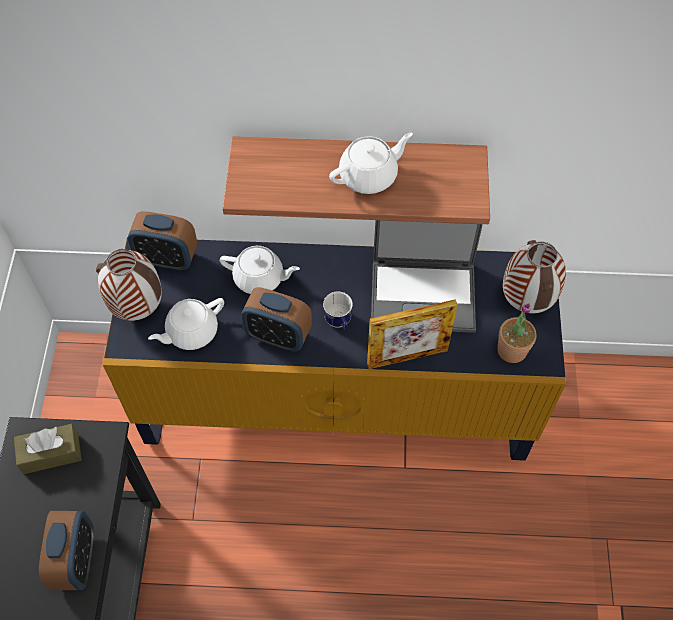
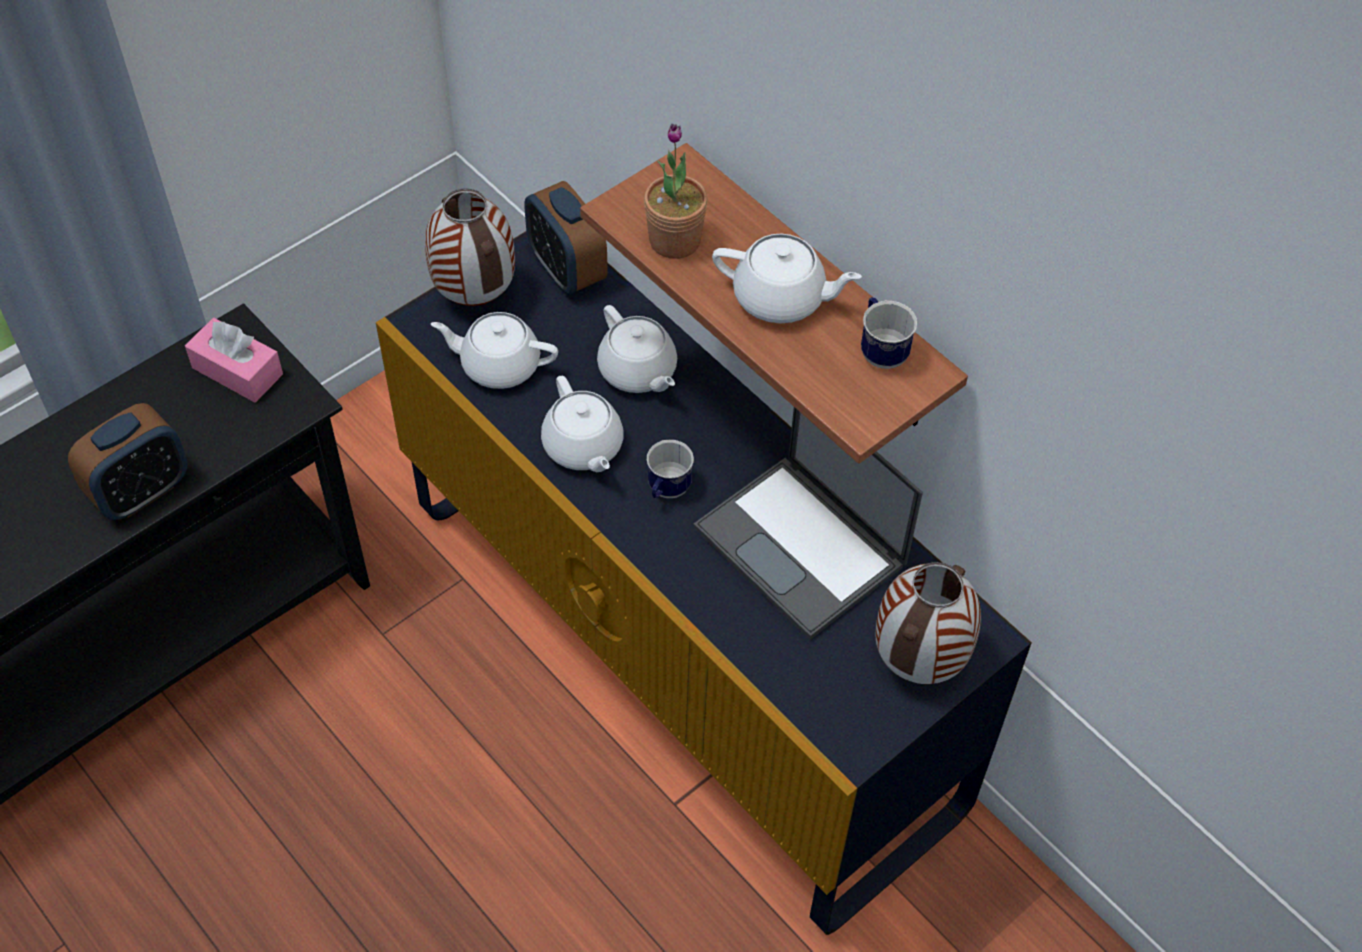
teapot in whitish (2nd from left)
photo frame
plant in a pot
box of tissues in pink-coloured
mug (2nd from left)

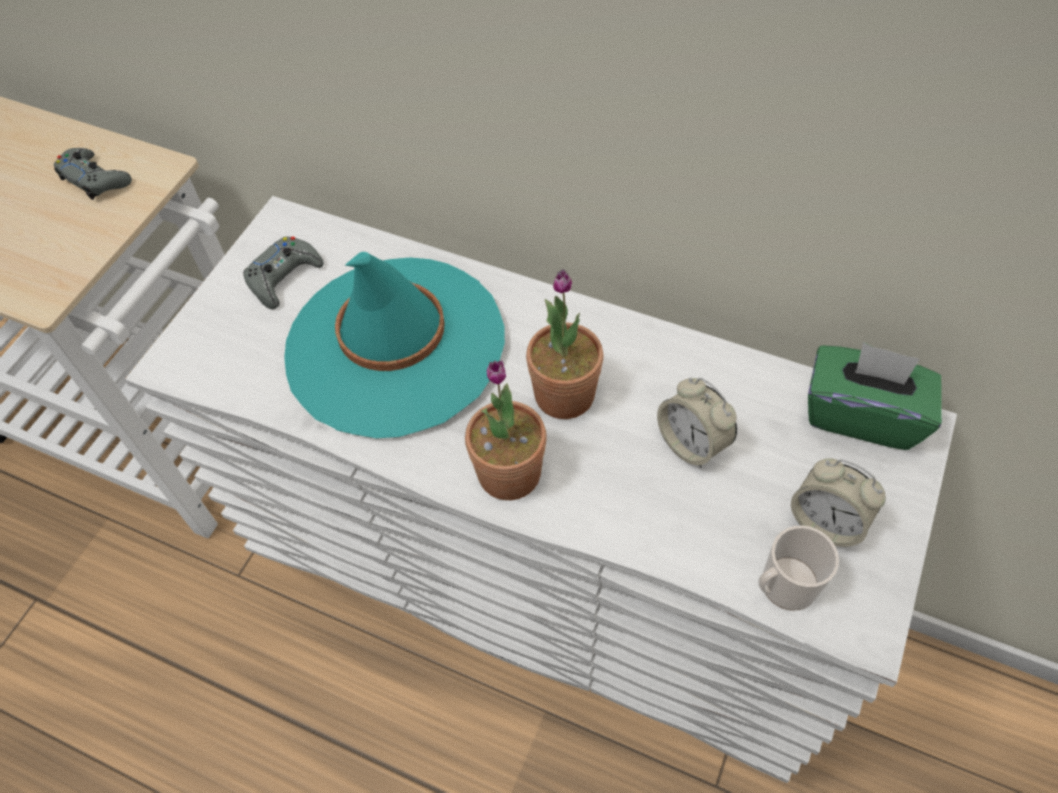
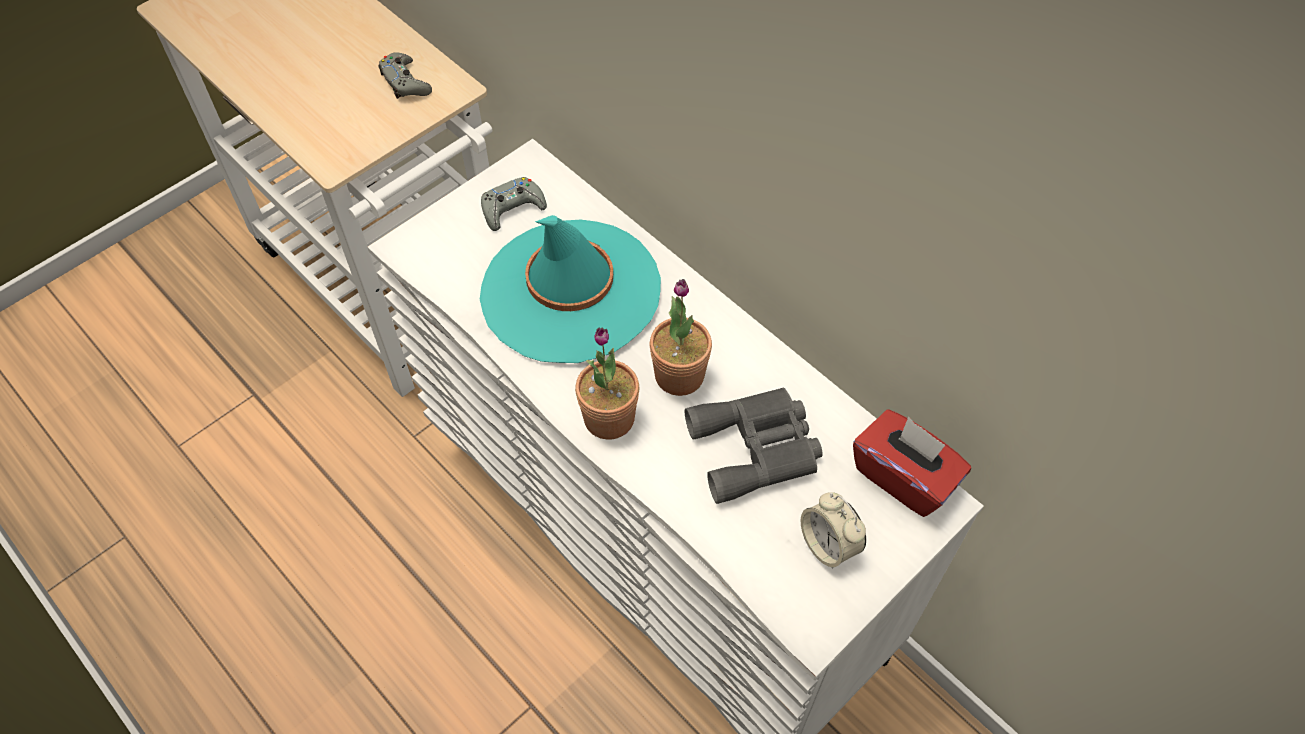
box of tissues in red
pair of binoculars in greyish
mug

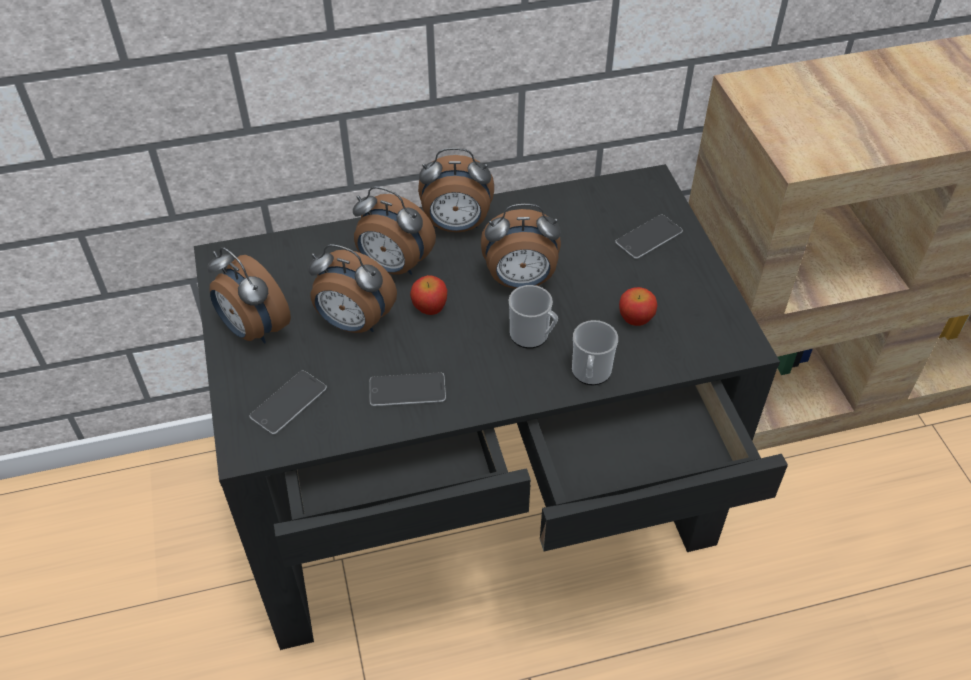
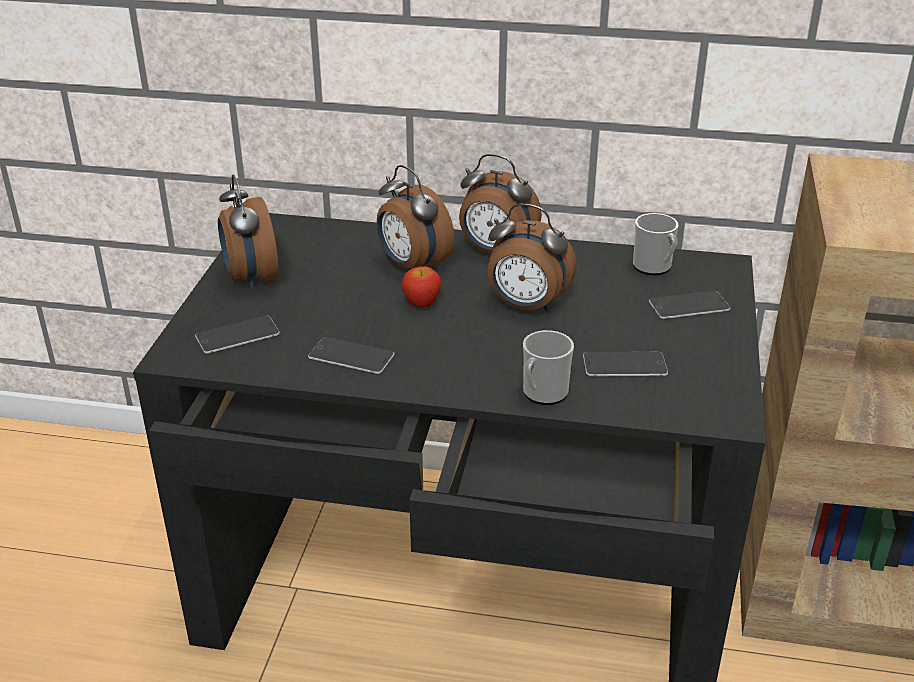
table clock (2nd from left in the first image)
mug (2nd from left)
telephone (3rd from left)

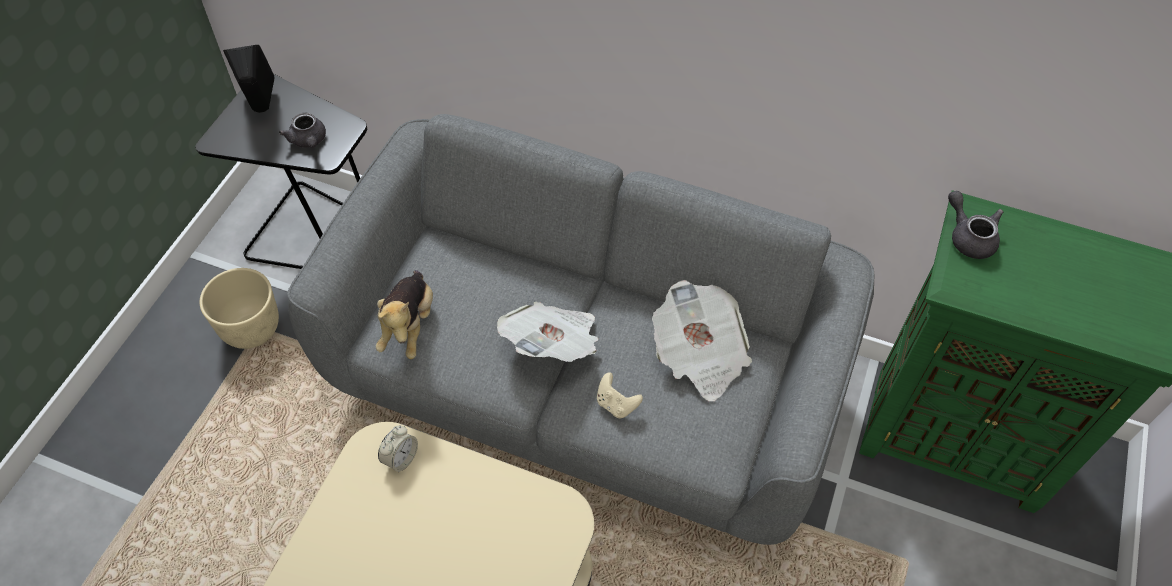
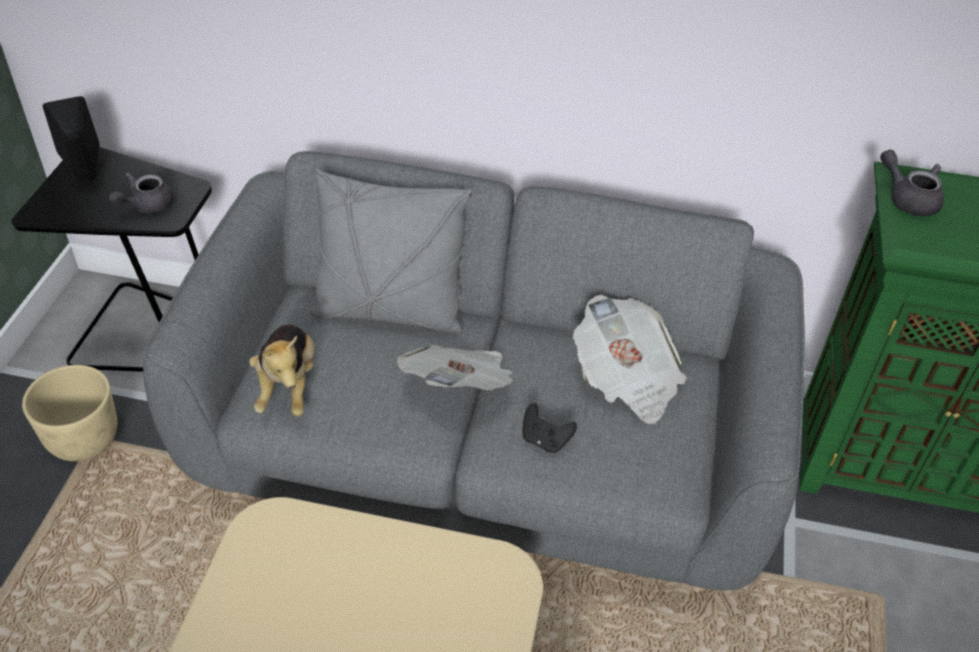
teapot in greyish (1st from left)
joypad in blackish
table clock
pillow in greyish

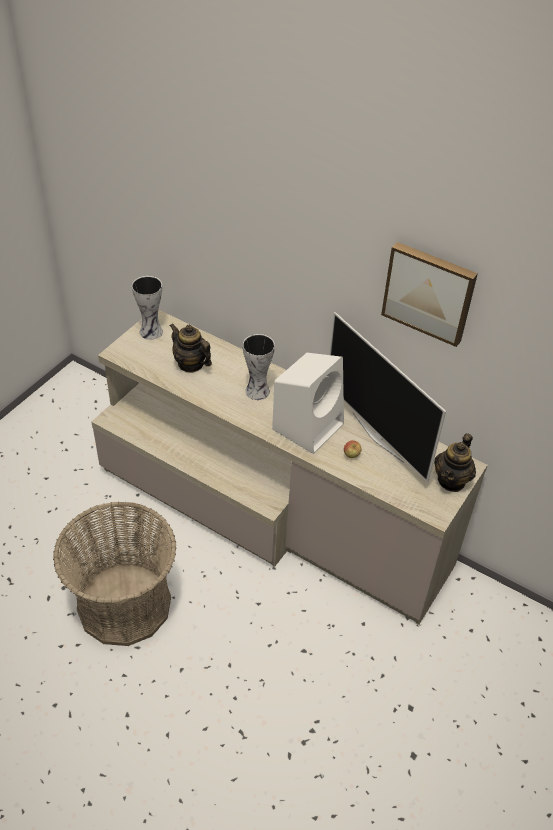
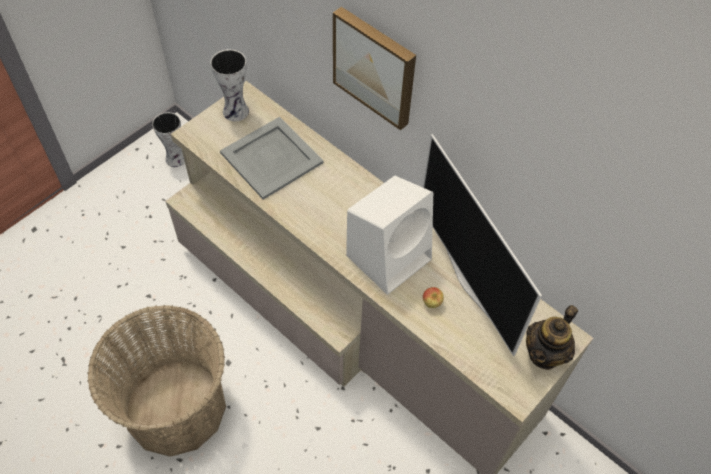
wall art
serving tray in greyish
flower vase (1st from left)

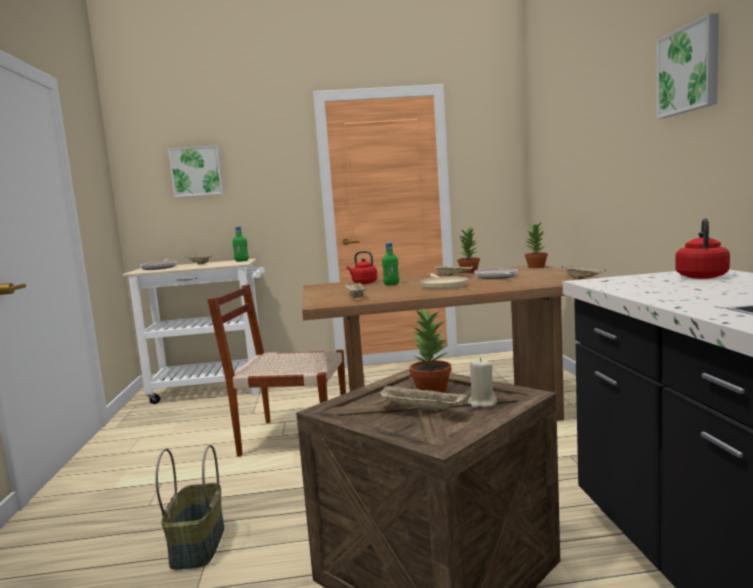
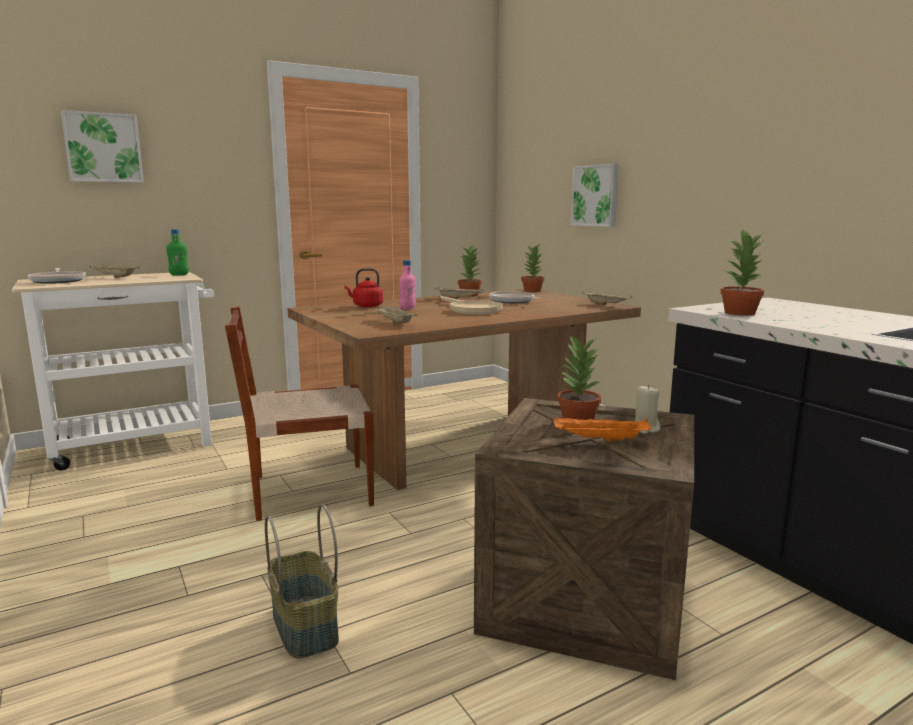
wall art (2nd from left)
water kettle in red (2nd from left in the first image)
drink bottle in pink-coloured
serving tray in orange-coloured
plant in a pot (4th from left)

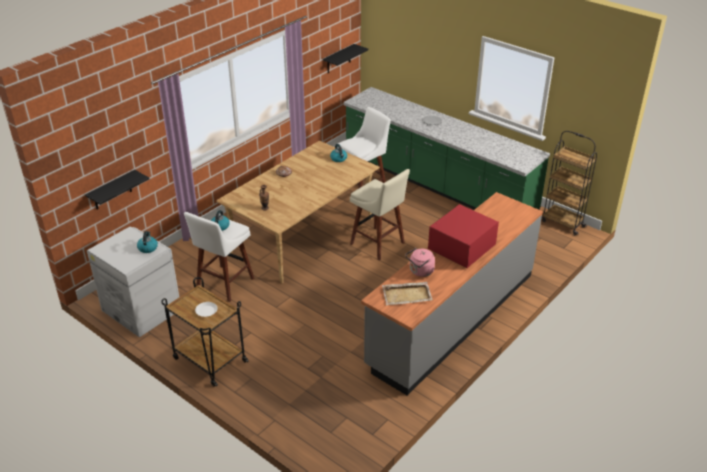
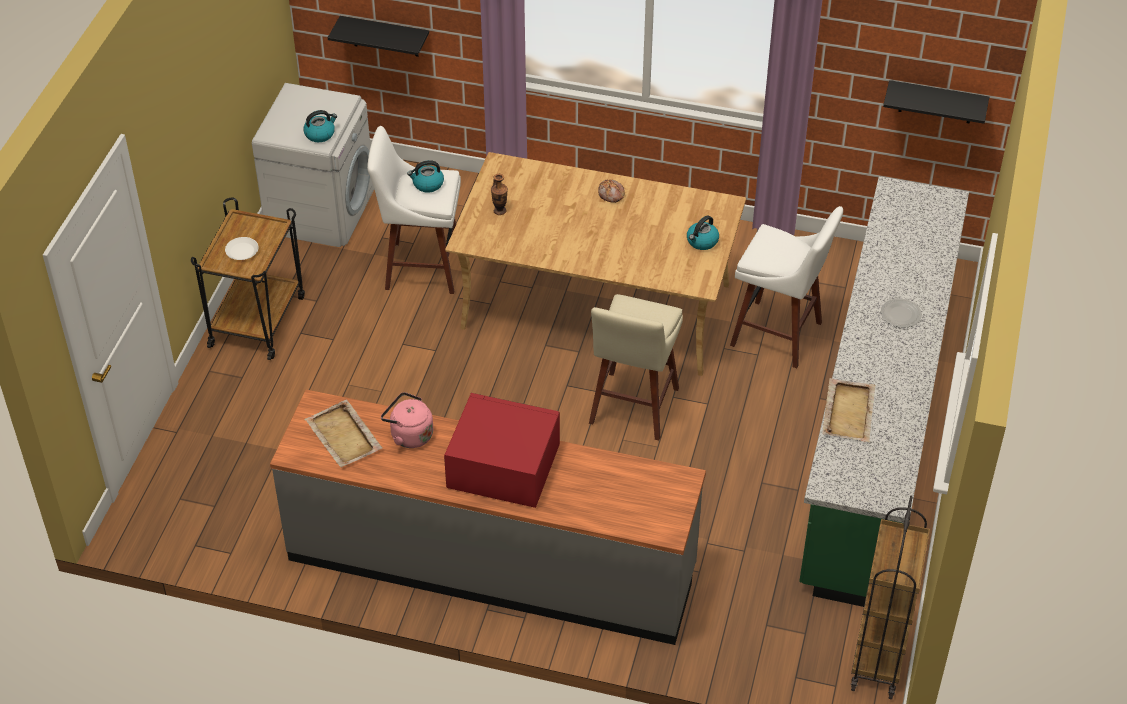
serving tray in beige-coloured (2nd from left)

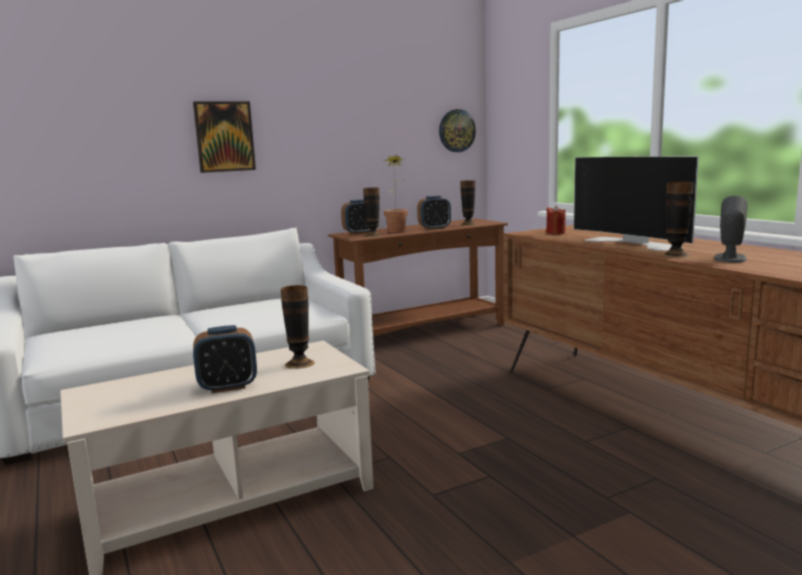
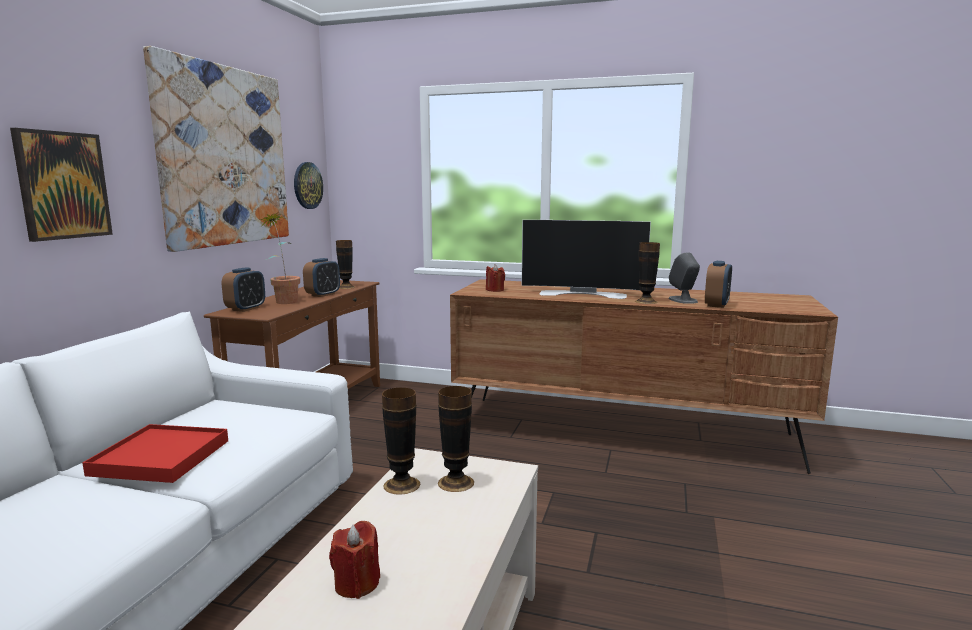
flower vase (2nd from left)
table clock (3rd from left)
wall art (2nd from left)
serving tray in red
candle in red (1st from left)

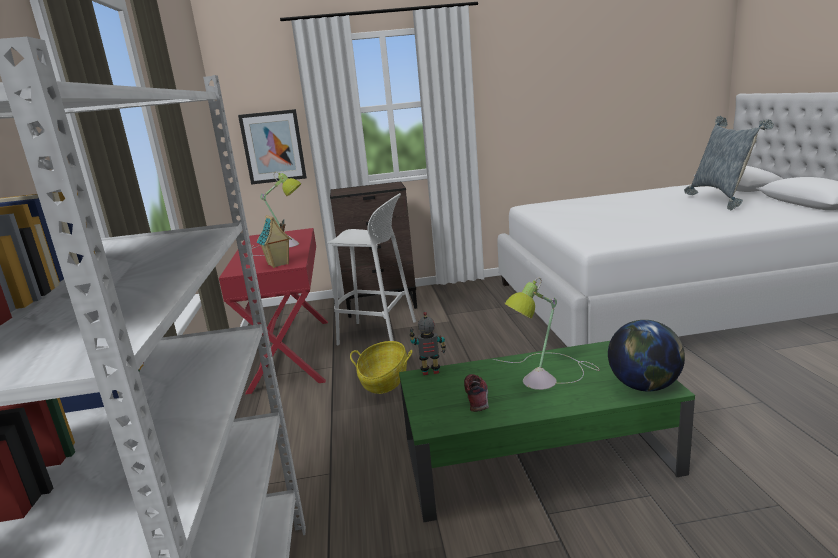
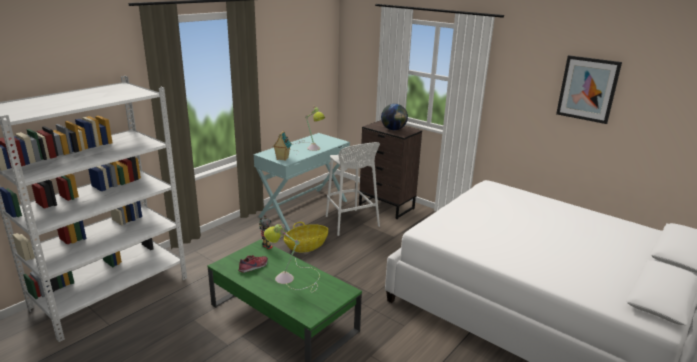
wall art
pillow
desk table in blue-green
world globe

